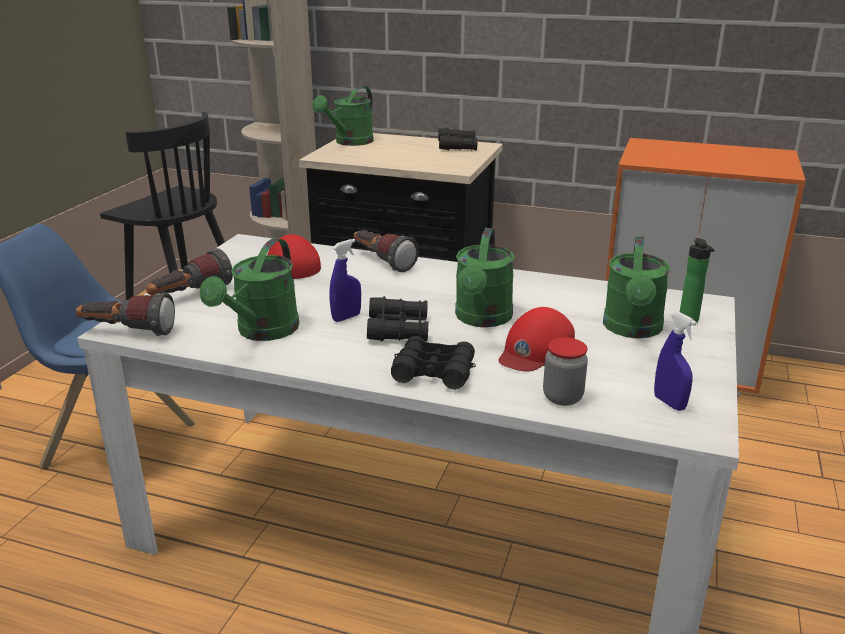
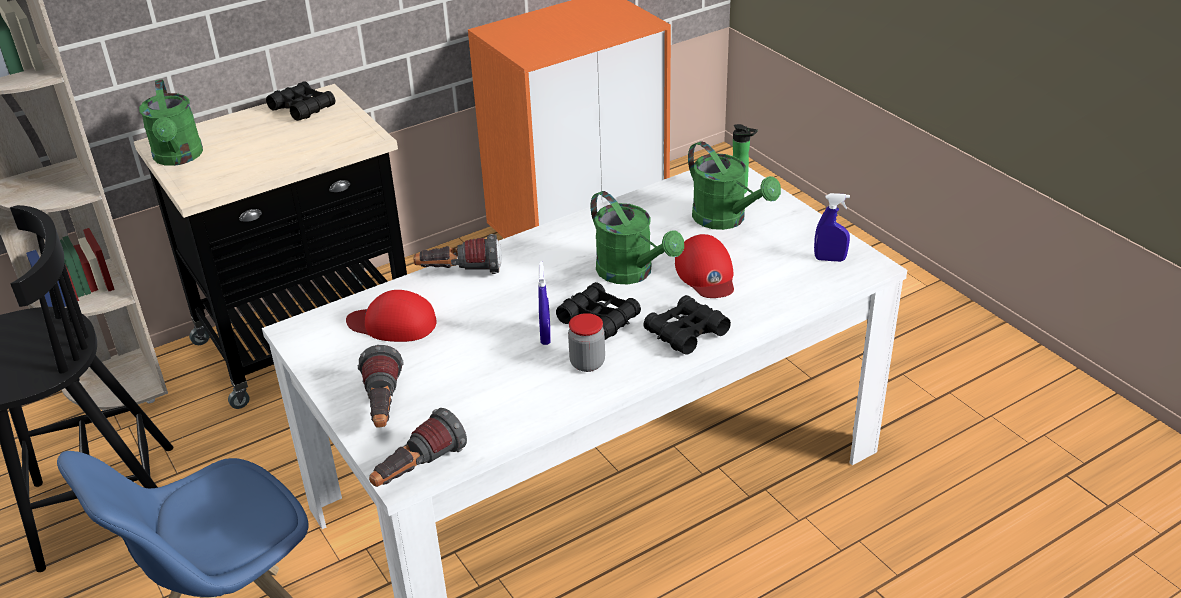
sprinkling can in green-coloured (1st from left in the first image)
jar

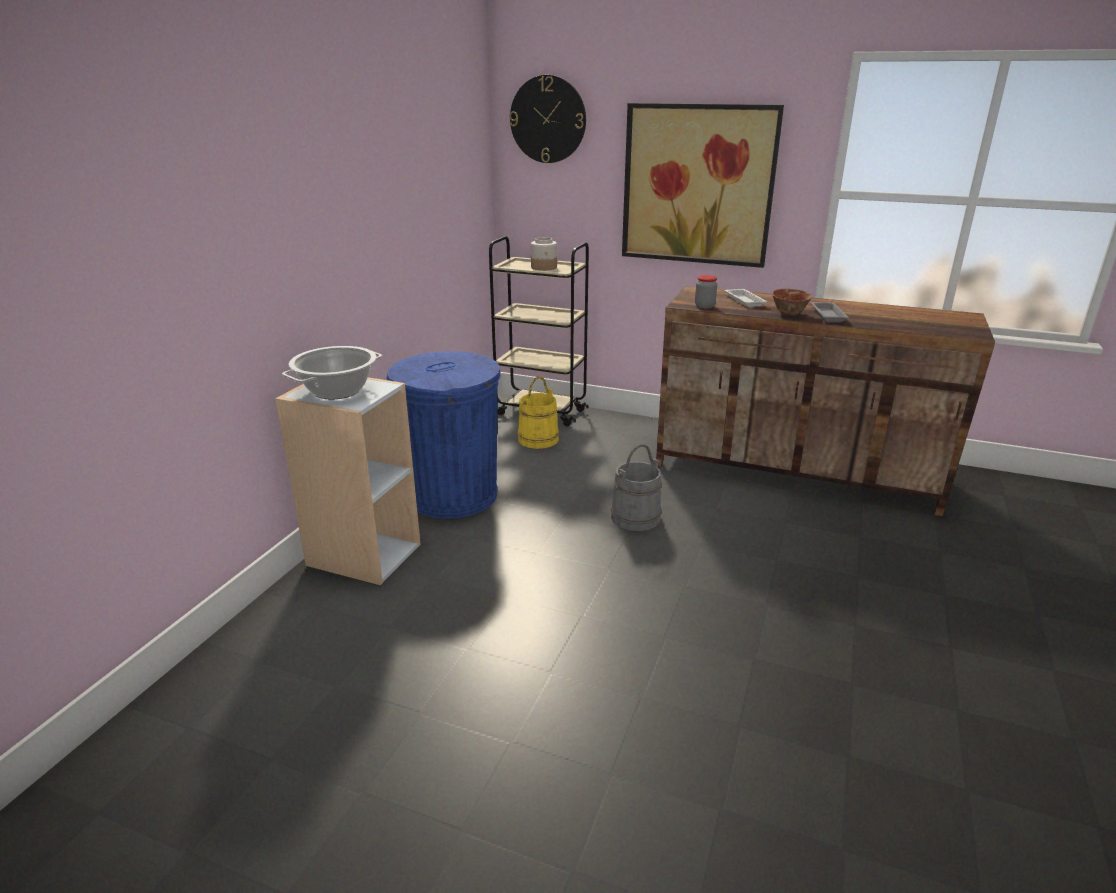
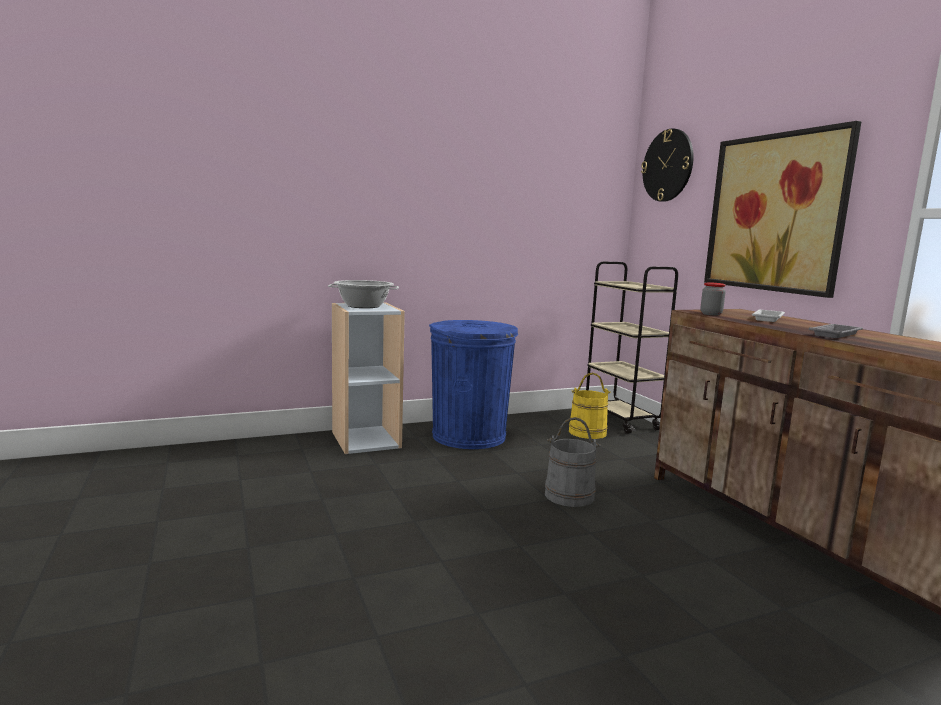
jar (1st from left in the first image)
bowl

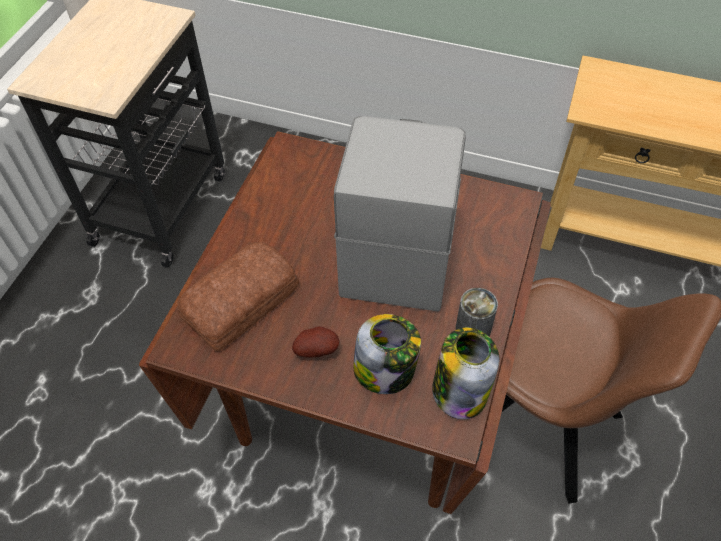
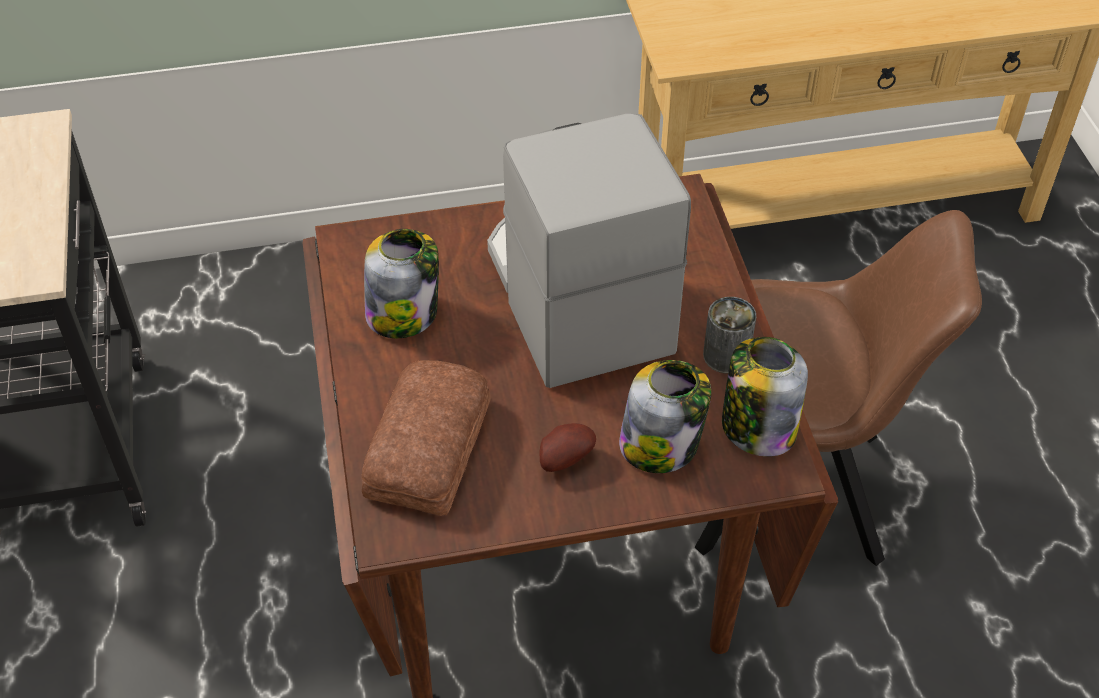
jar (1st from left)

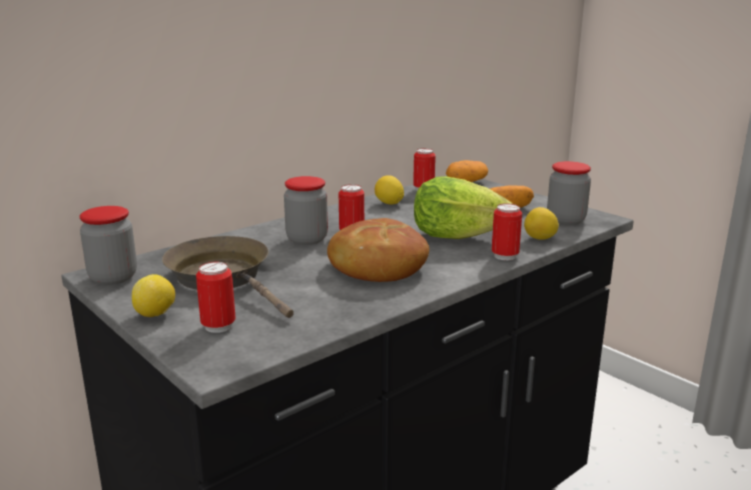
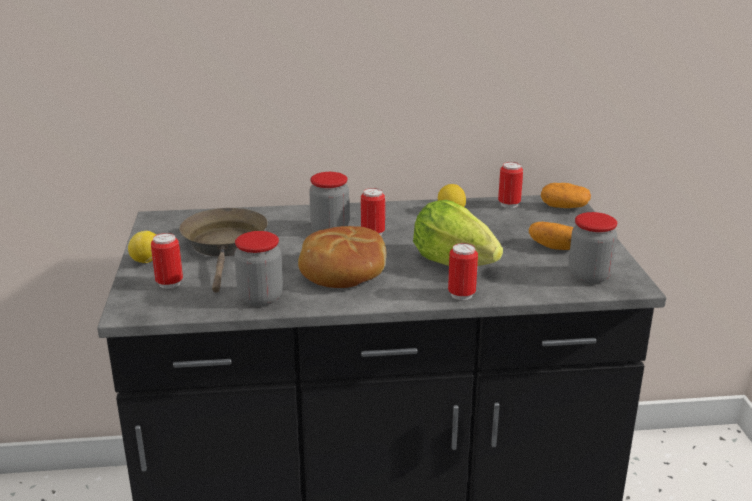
jar (1st from left)
citrus fruit (3rd from left in the first image)

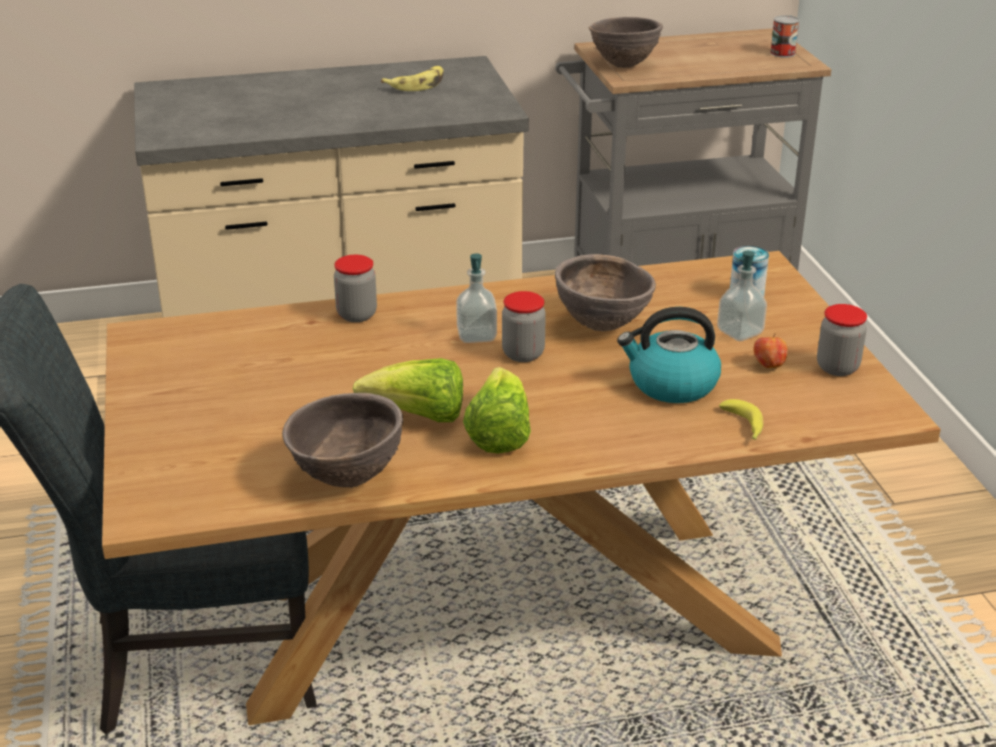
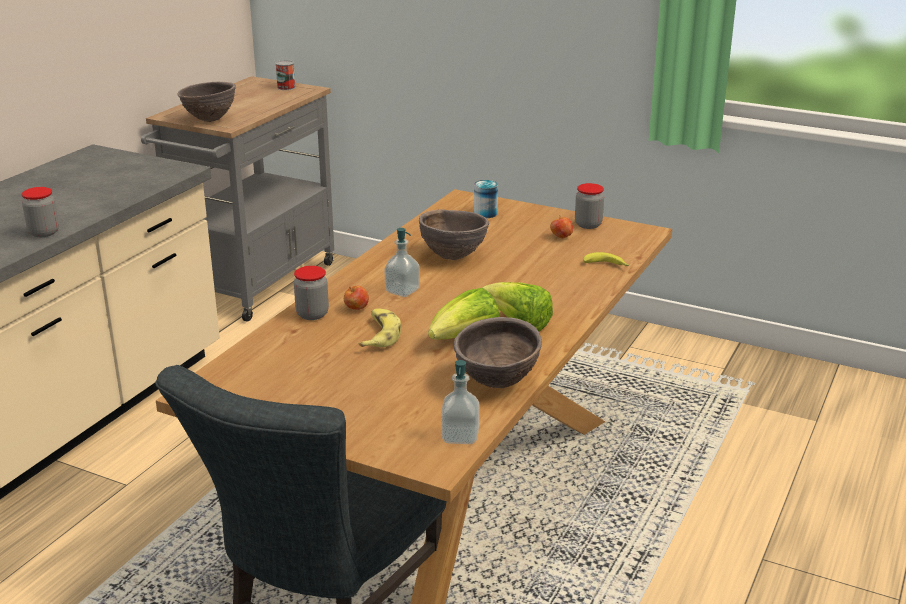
banana fruit (1st from left)
soap bottle (2nd from left)
jar (1st from left)
water kettle
apple fruit (1st from left)

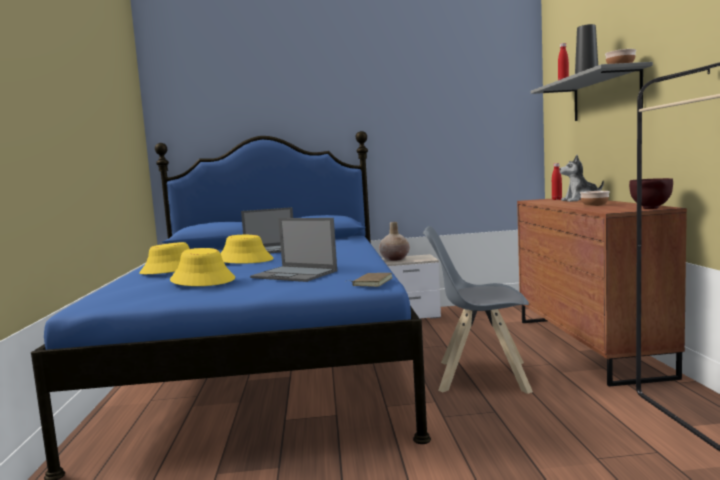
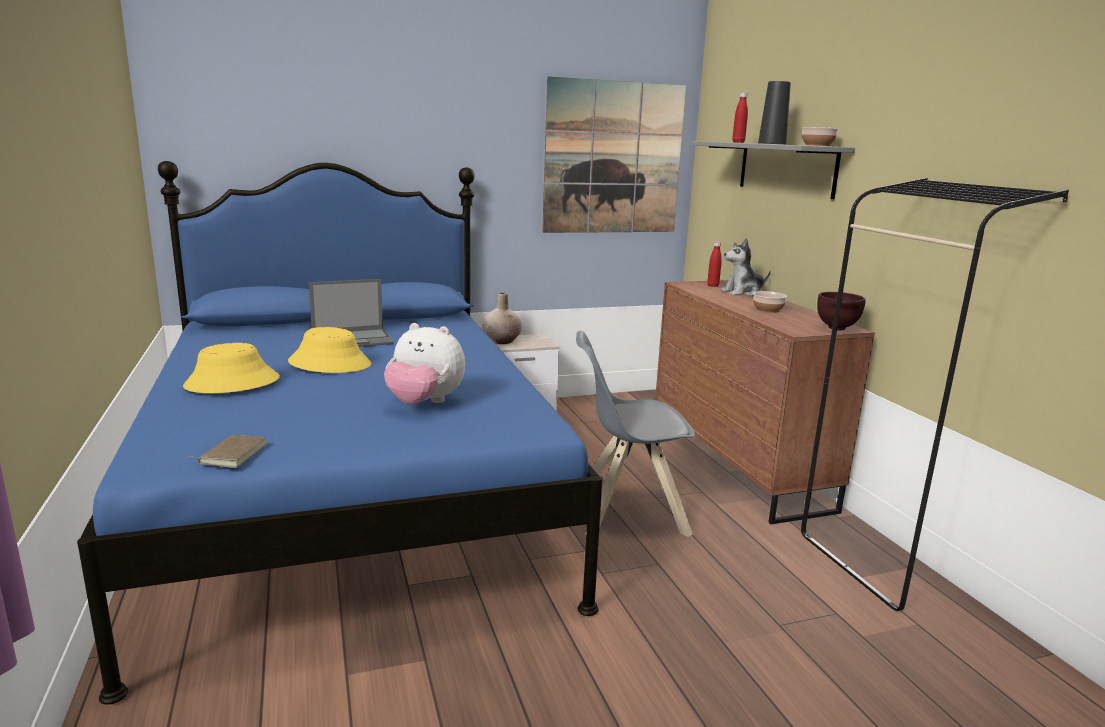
cuddly toy (1st from left)
wearable hat in yellowish (2nd from left in the first image)
book in brown-coloured
wall art

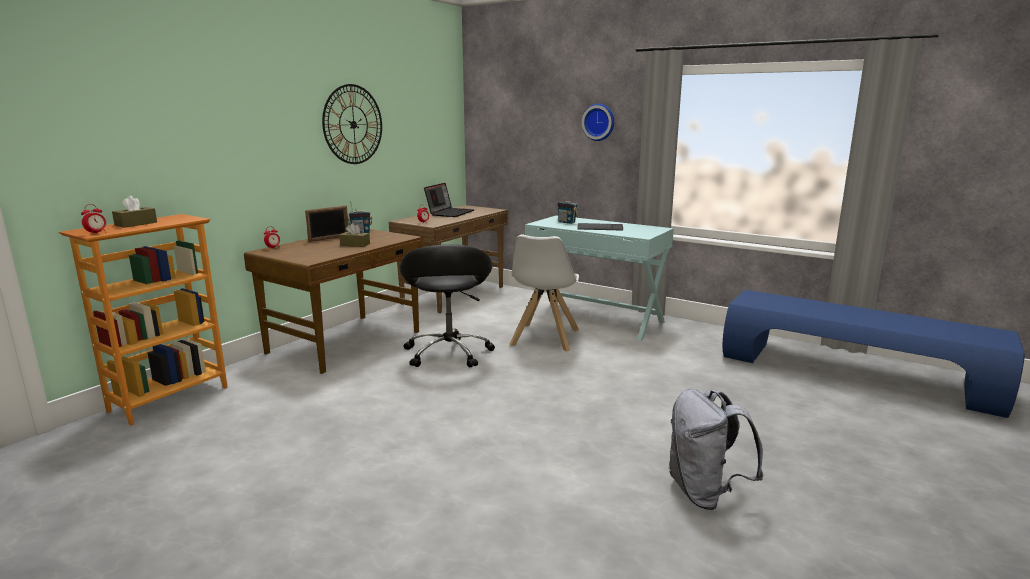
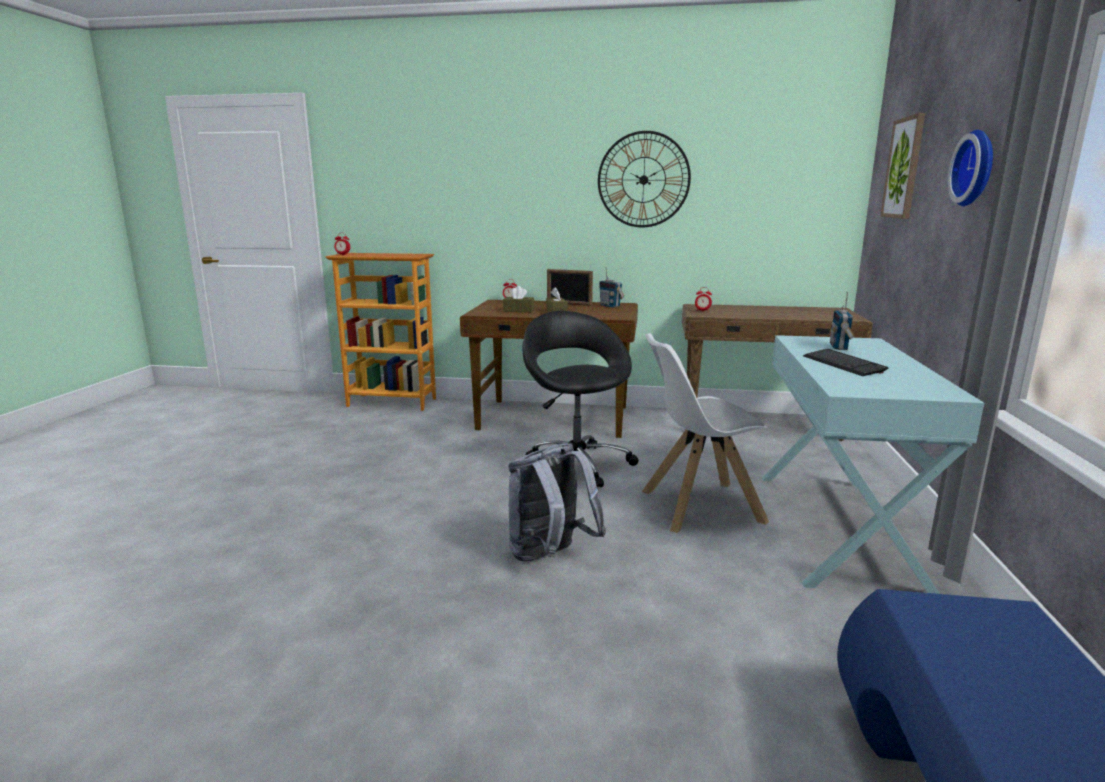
portable computer
box of tissues in brown-coloured (1st from left)
office chair in blackish
knapsack in greyish
wall art

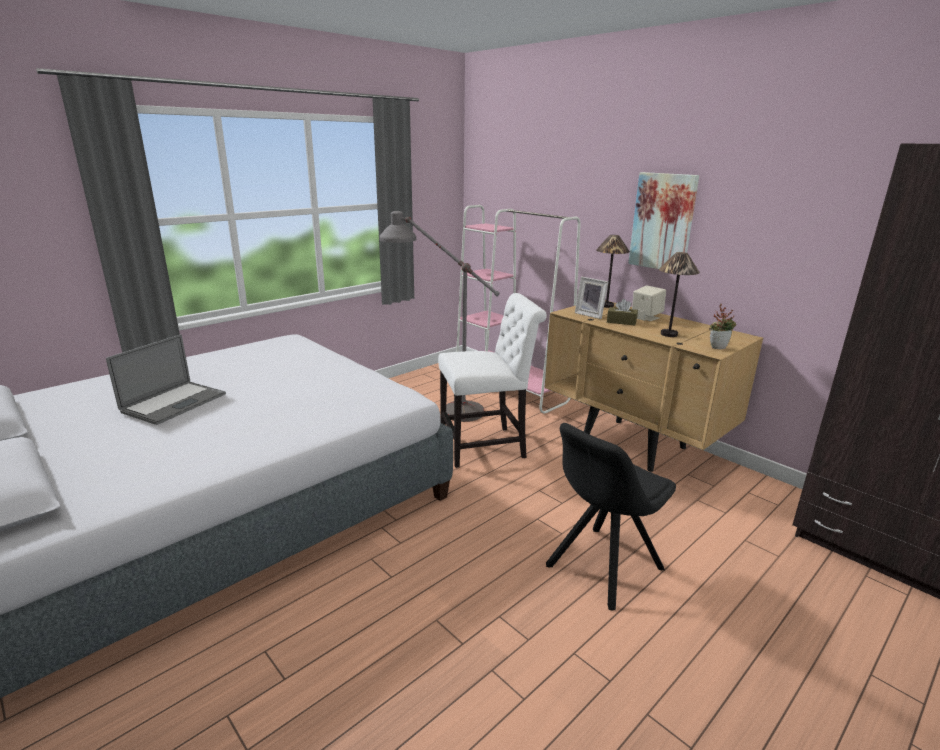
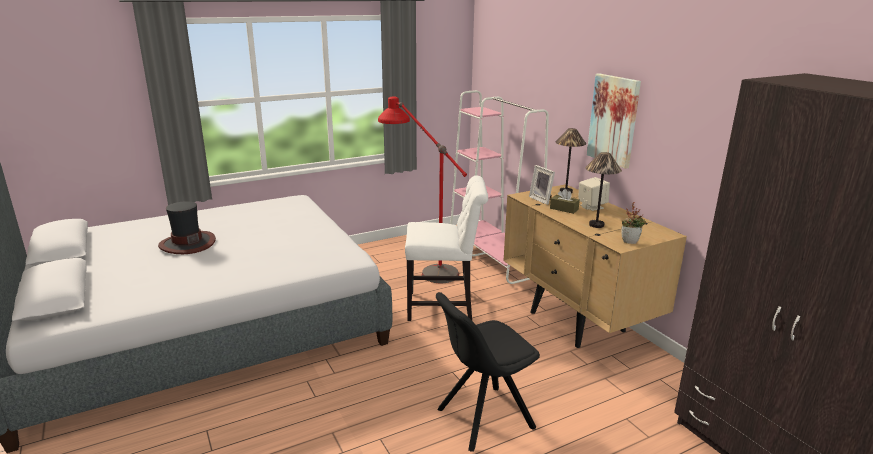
standing lamp in red
wearable hat

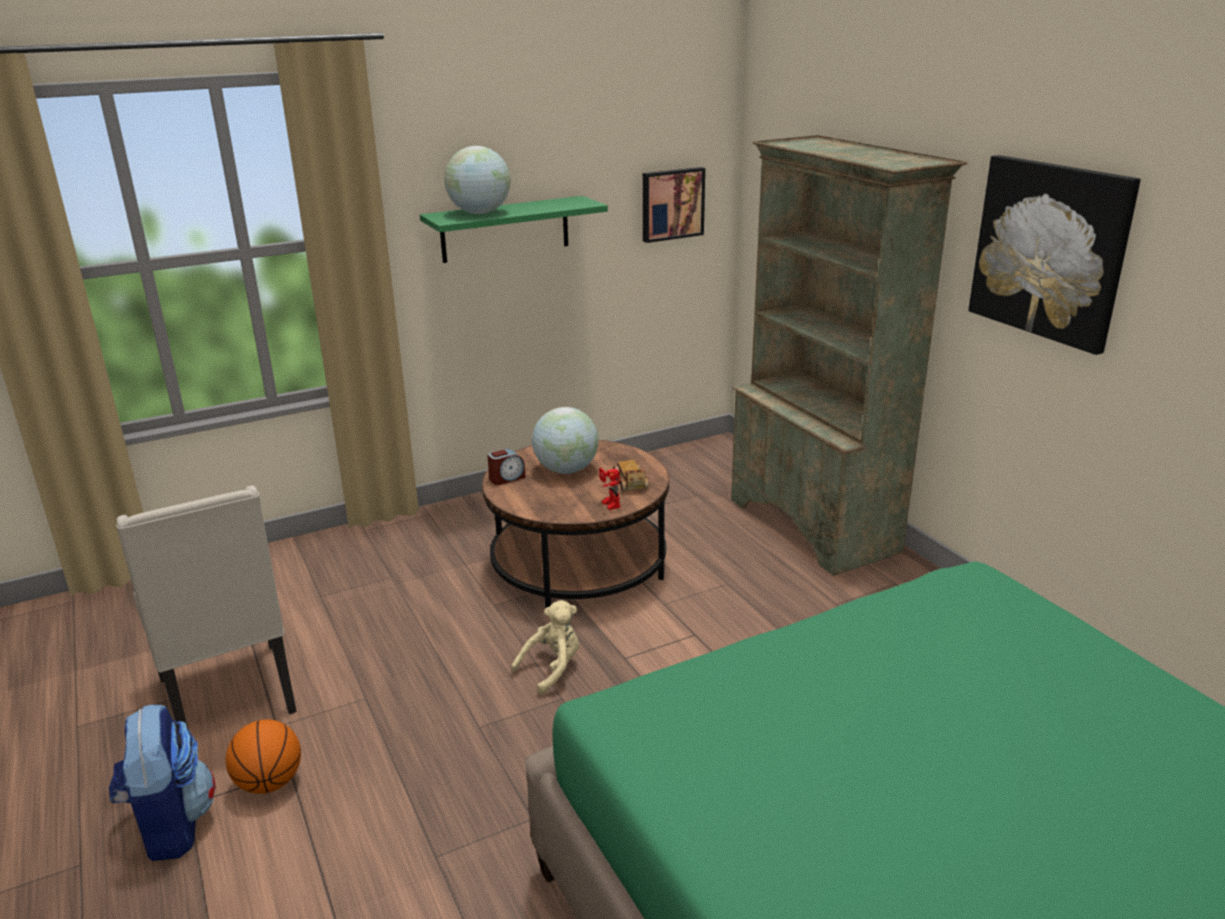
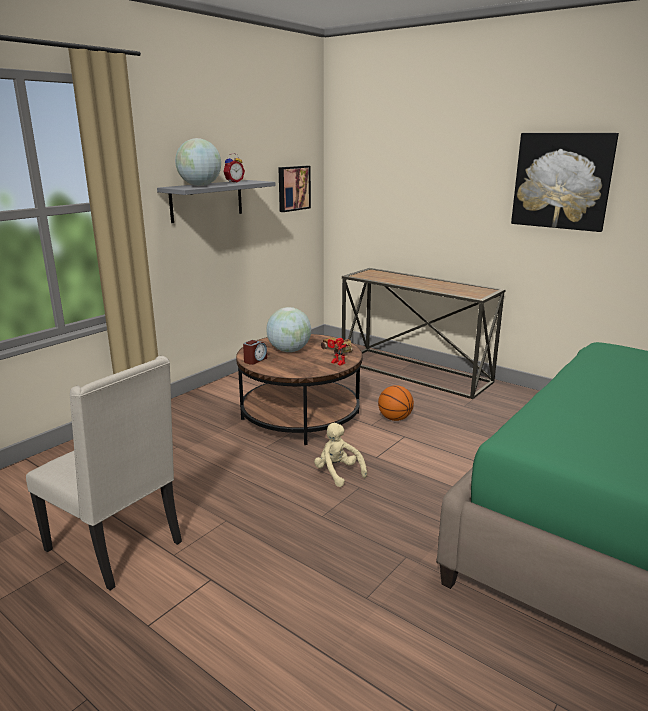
hall table
shelf in greyish
cuddly toy in beige-coloured
knapsack
ball for basketball
table clock (1st from left)

